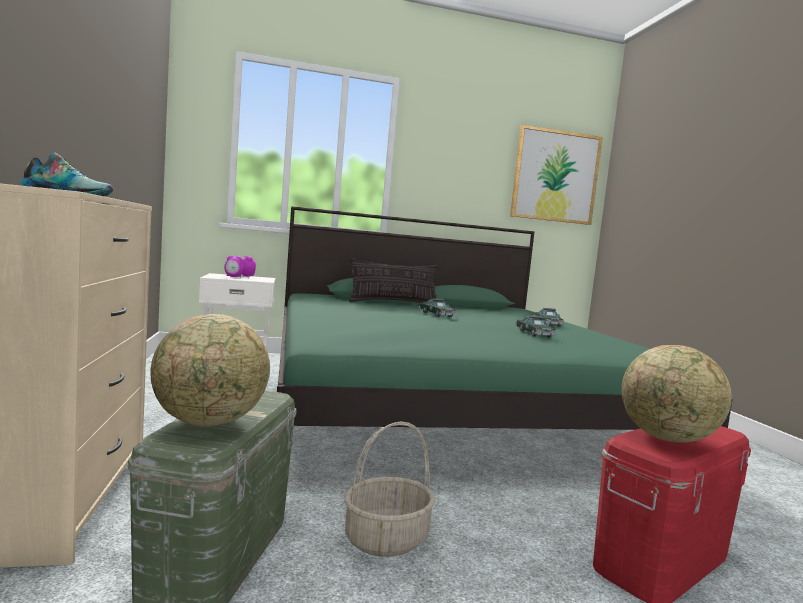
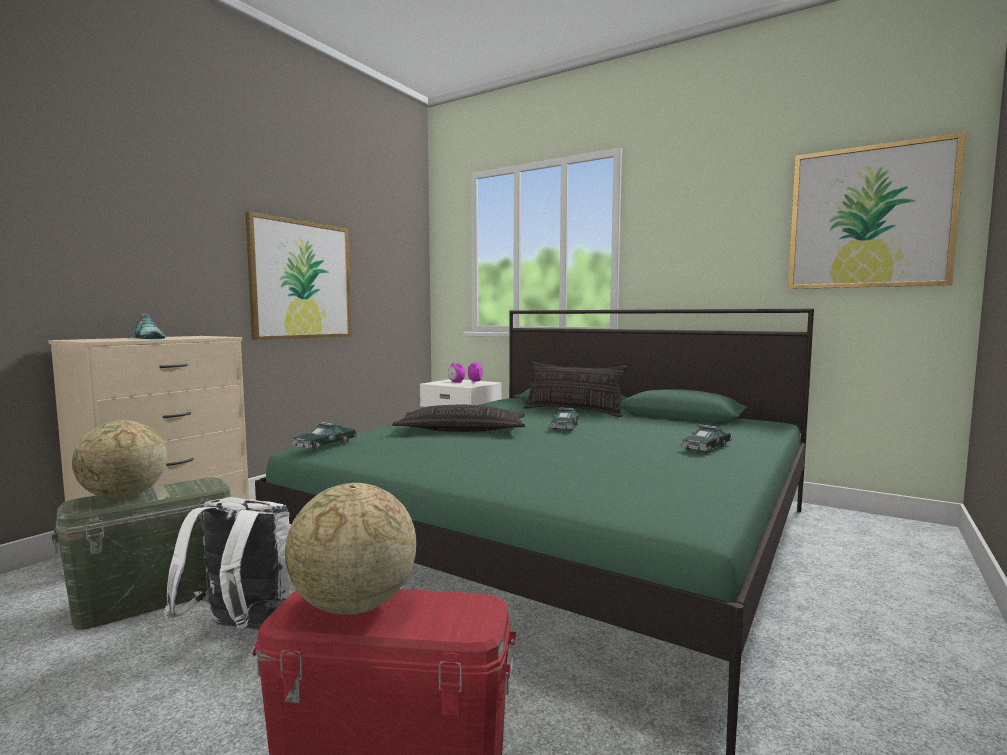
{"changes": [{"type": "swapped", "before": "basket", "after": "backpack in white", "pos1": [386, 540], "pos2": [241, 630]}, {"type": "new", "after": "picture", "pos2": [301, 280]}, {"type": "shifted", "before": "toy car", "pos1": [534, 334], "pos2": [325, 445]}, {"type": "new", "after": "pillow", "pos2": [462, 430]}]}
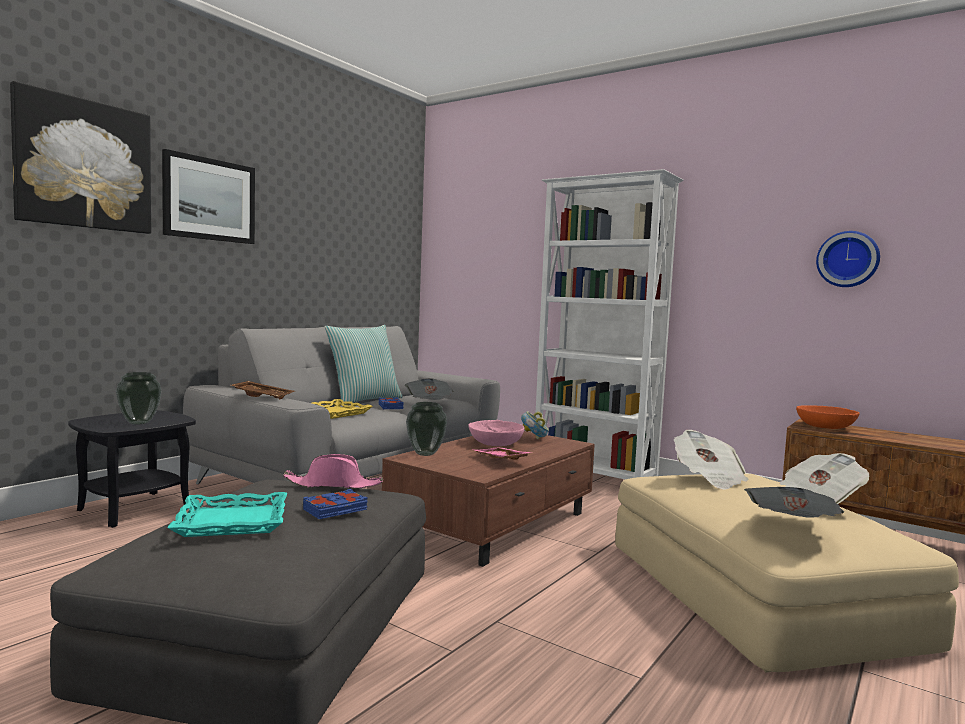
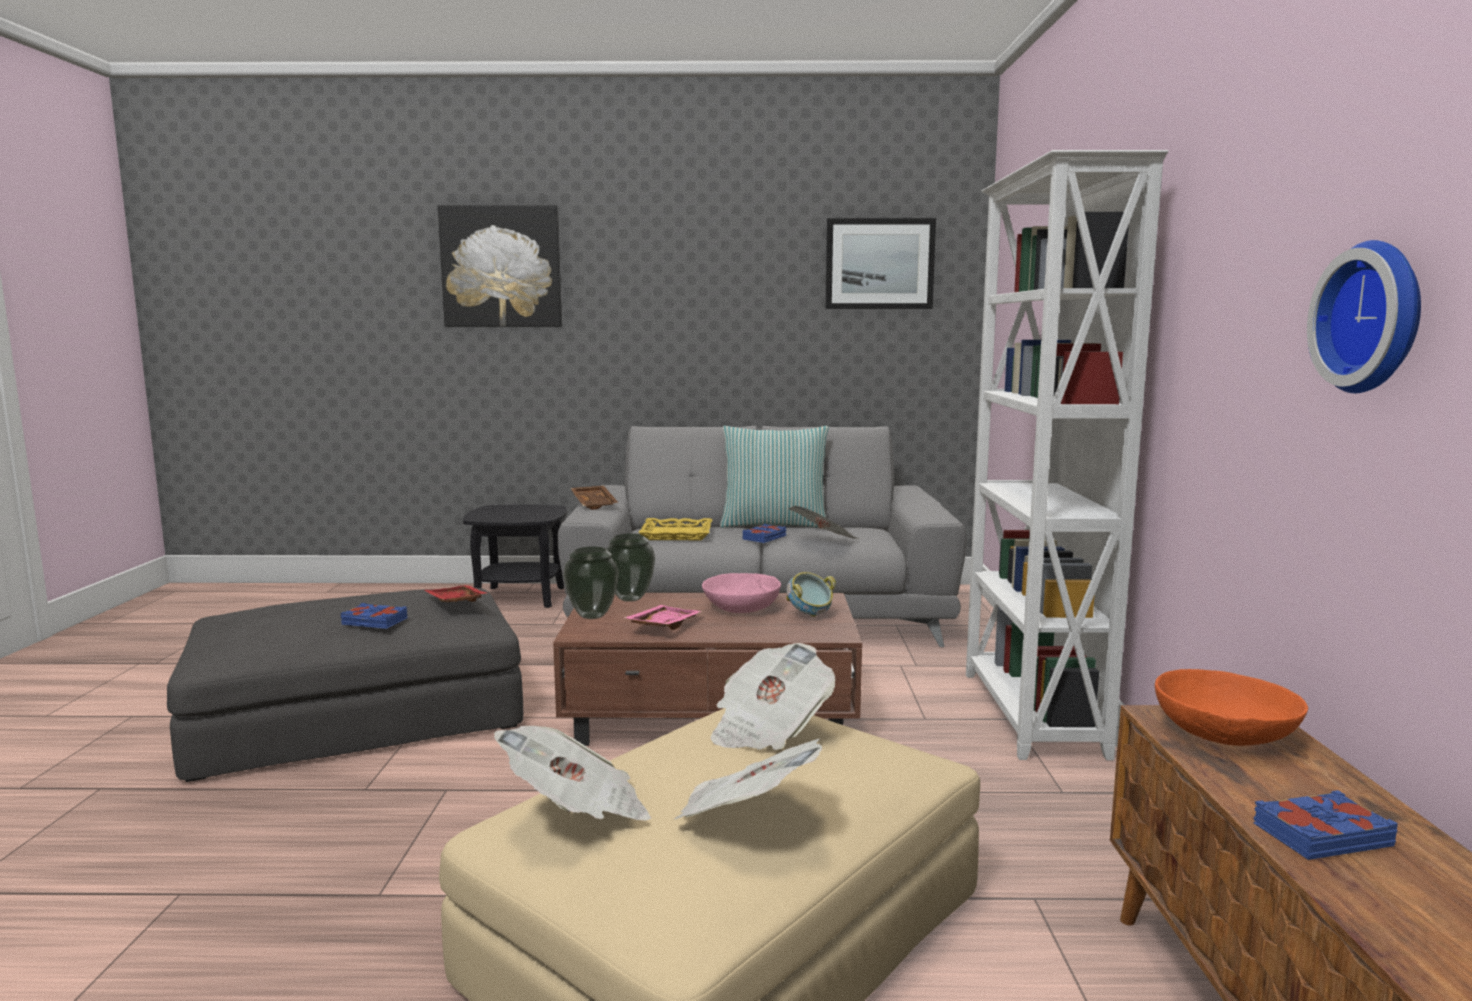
{"changes": [{"type": "swapped", "before": "hat in pink", "after": "tray in red", "pos1": [334, 484], "pos2": [454, 603]}, {"type": "shifted", "before": "vase", "pos1": [140, 423], "pos2": [593, 616]}, {"type": "shifted", "before": "picture", "pos1": [209, 199], "pos2": [879, 264]}, {"type": "new", "after": "book in blue", "pos2": [1320, 834]}, {"type": "gone", "before": "tray in turquoise", "pos1": [232, 522]}]}
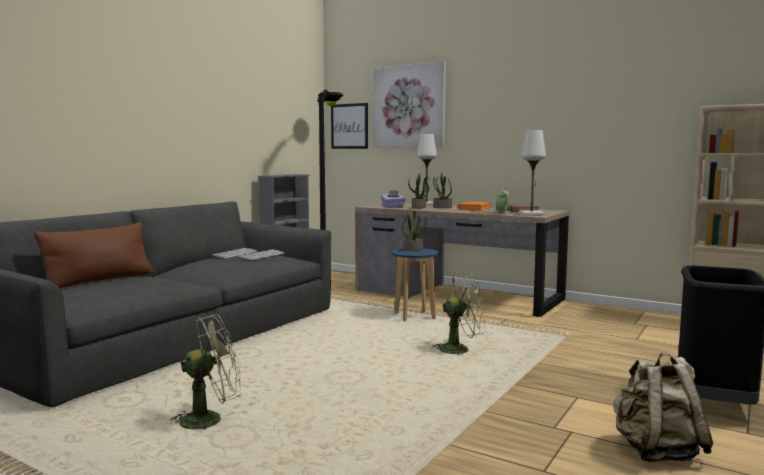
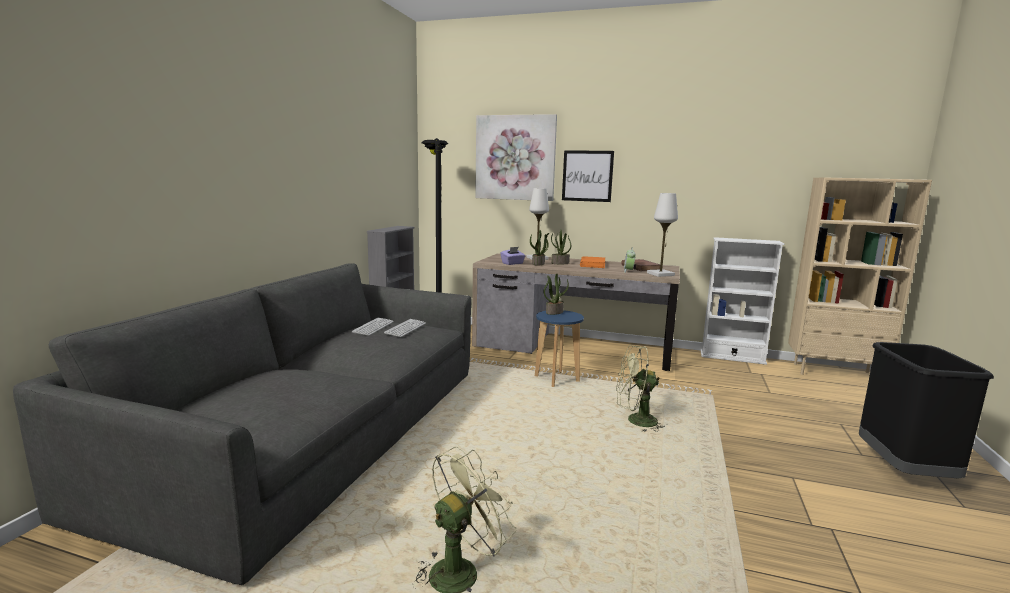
{"changes": [{"type": "shifted", "before": "picture", "pos1": [349, 126], "pos2": [587, 176]}, {"type": "rotated", "before": "fan in green", "pos1": [460, 349], "pos2": [635, 421], "turn": -150}, {"type": "new", "after": "bookcase in white", "pos2": [732, 357]}, {"type": "gone", "before": "pillow in brown", "pos1": [99, 281]}, {"type": "gone", "before": "backpack in beige", "pos1": [657, 452]}]}
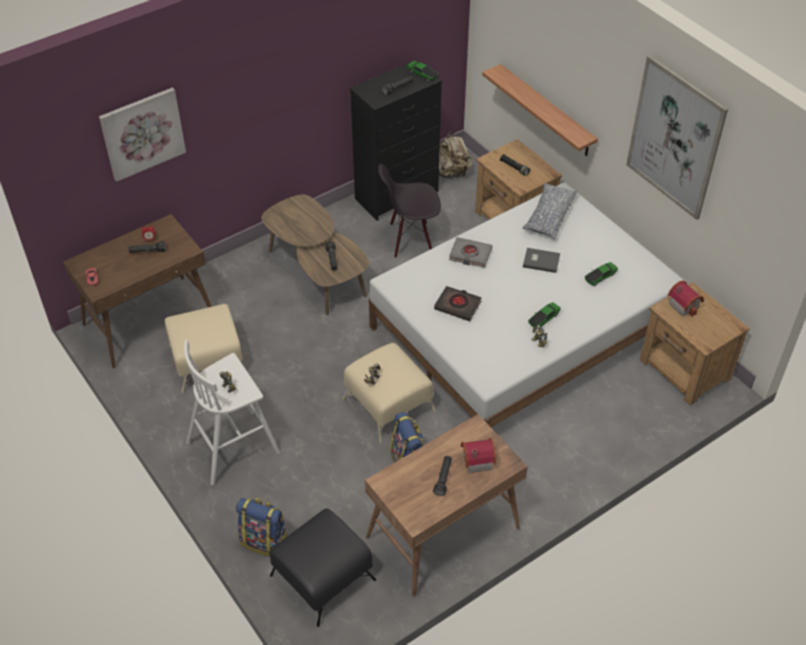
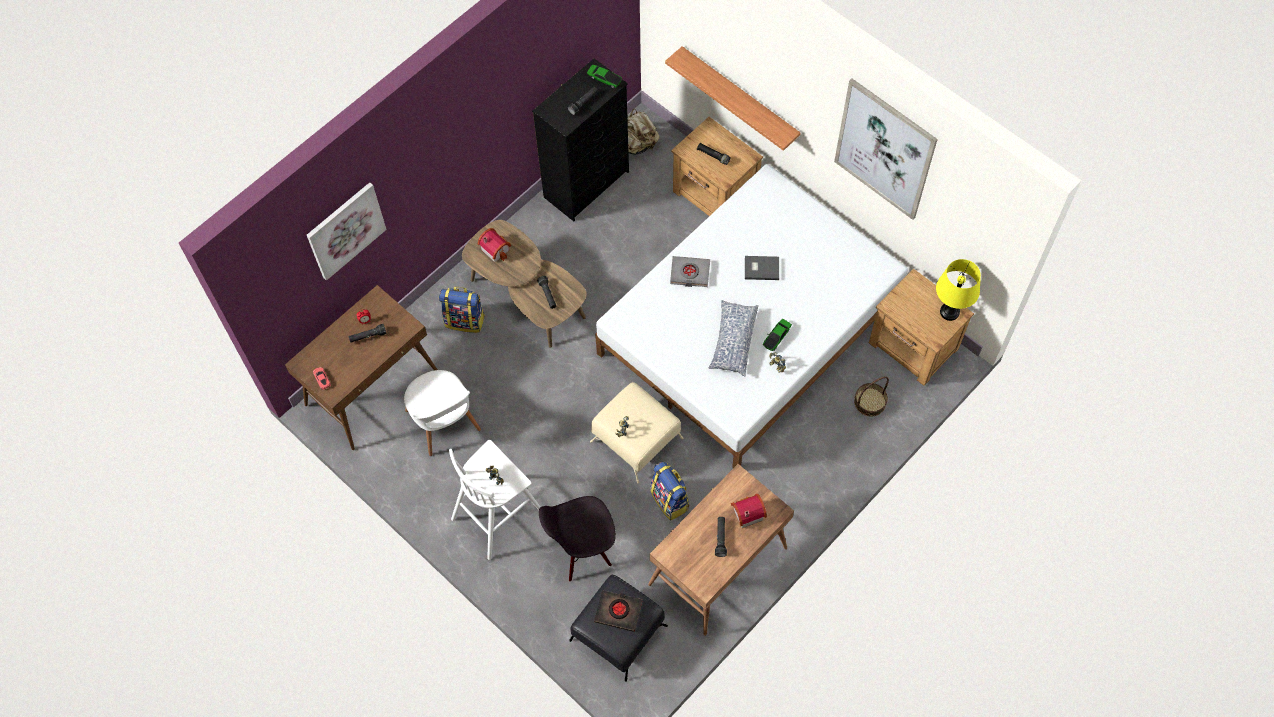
{"changes": [{"type": "swapped", "before": "ottoman in beige", "after": "chair in white", "pos1": [206, 360], "pos2": [444, 423]}, {"type": "shifted", "before": "backpack", "pos1": [265, 541], "pos2": [465, 320]}, {"type": "shifted", "before": "toy house", "pos1": [684, 304], "pos2": [496, 248]}, {"type": "shifted", "before": "chair in black", "pos1": [410, 239], "pos2": [582, 549]}, {"type": "shifted", "before": "book in black", "pos1": [458, 305], "pos2": [618, 611]}, {"type": "shifted", "before": "pillow", "pos1": [549, 216], "pos2": [732, 341]}, {"type": "new", "after": "basket", "pos2": [870, 402]}, {"type": "new", "after": "table lamp in yellow", "pos2": [949, 312]}, {"type": "gone", "before": "toy car", "pos1": [600, 277]}]}
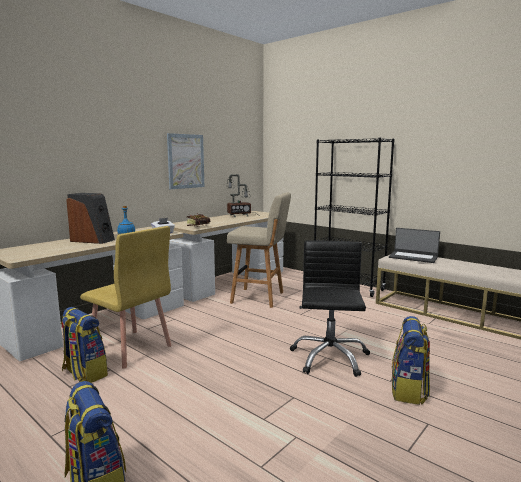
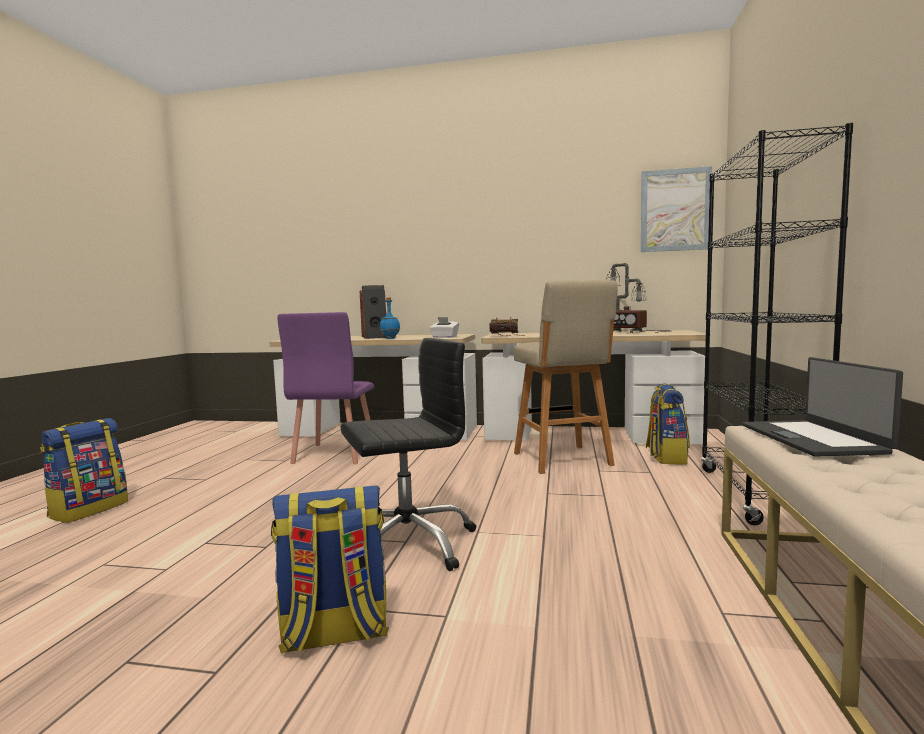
{"changes": [{"type": "repainted", "before": "chair in yellow", "after": "chair in purple", "pos1": [130, 348], "pos2": [334, 454]}, {"type": "shifted", "before": "picture", "pos1": [186, 161], "pos2": [675, 210]}, {"type": "shifted", "before": "backpack", "pos1": [84, 373], "pos2": [666, 457]}]}
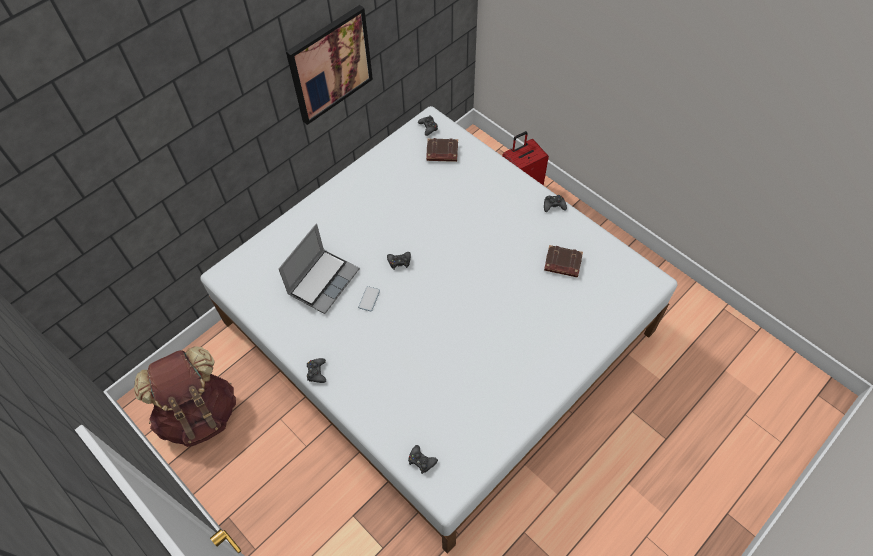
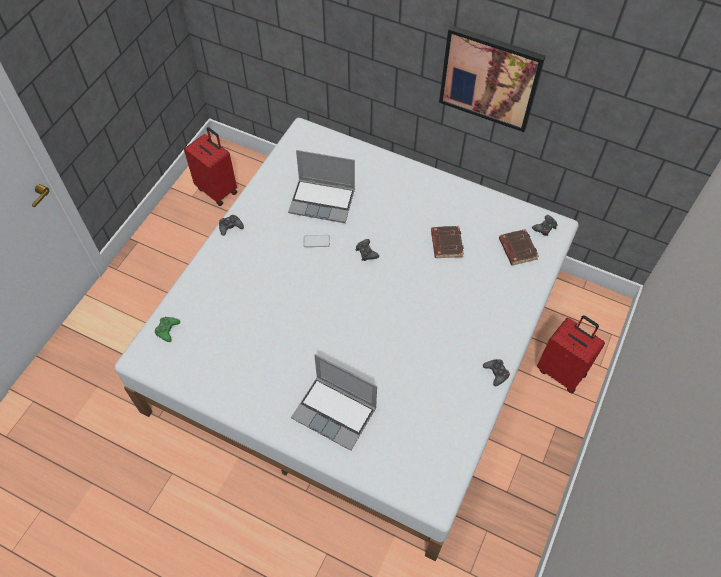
{"changes": [{"type": "repainted", "before": "game controller in black", "after": "game controller in green", "pos1": [421, 461], "pos2": [167, 330]}, {"type": "swapped", "before": "backpack in brown", "after": "suitcase in red", "pos1": [199, 413], "pos2": [217, 190]}, {"type": "new", "after": "laptop", "pos2": [335, 413]}, {"type": "shifted", "before": "book in brown", "pos1": [562, 263], "pos2": [446, 243]}]}
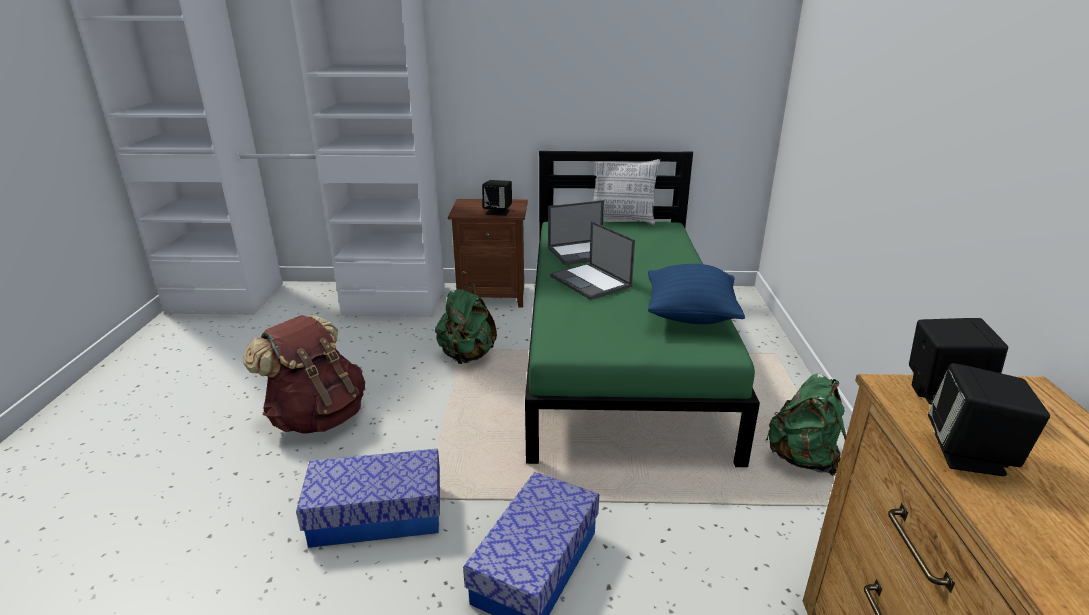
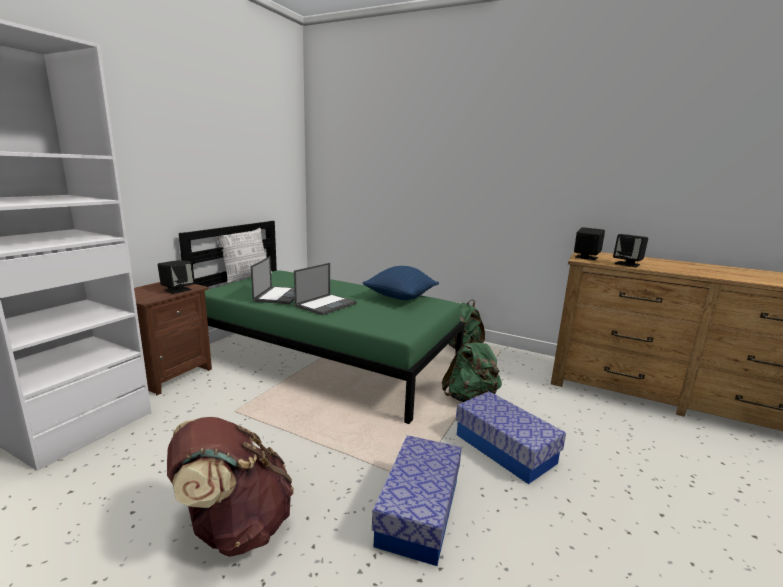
{"changes": [{"type": "rotated", "before": "laptop", "pos1": [591, 282], "pos2": [326, 304], "turn": -45}, {"type": "shifted", "before": "backpack in green", "pos1": [467, 356], "pos2": [470, 398]}]}
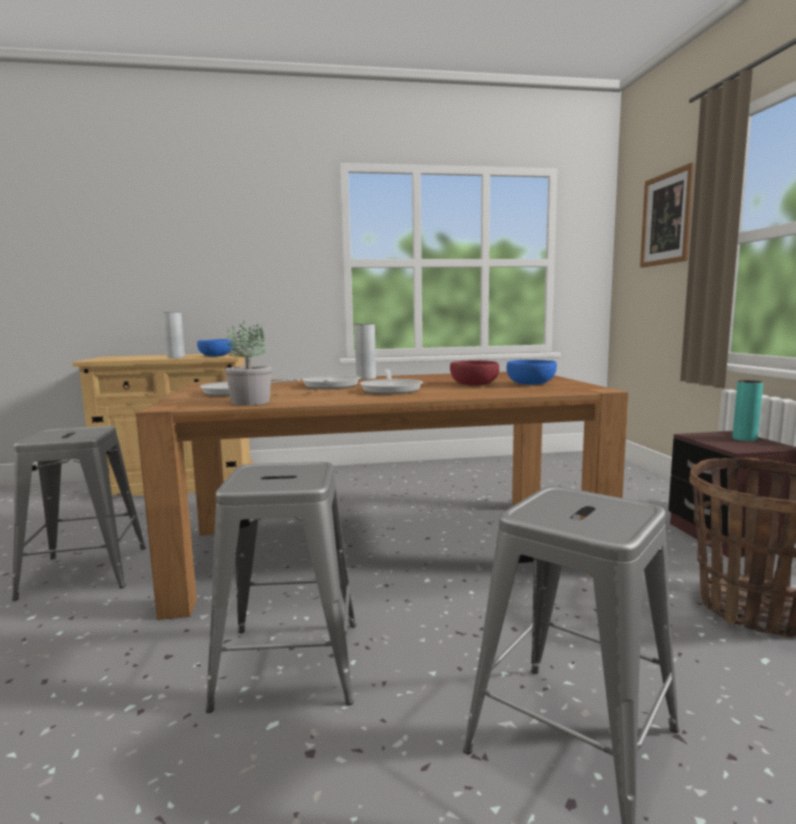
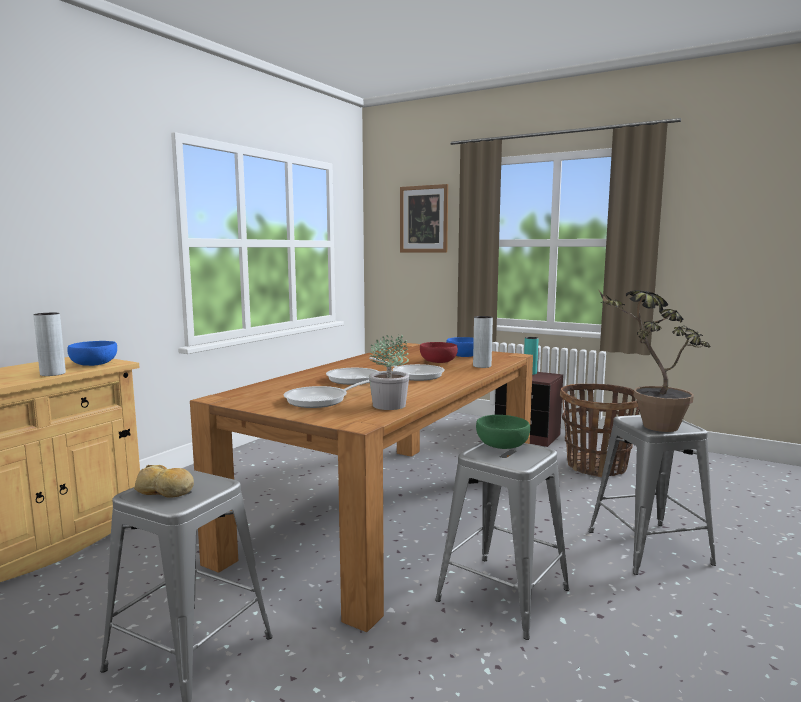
{"changes": [{"type": "new", "after": "bread", "pos2": [165, 491]}, {"type": "shifted", "before": "vase in grey", "pos1": [366, 378], "pos2": [482, 366]}, {"type": "new", "after": "bowl in green", "pos2": [501, 445]}, {"type": "new", "after": "potted plant", "pos2": [647, 424]}]}
